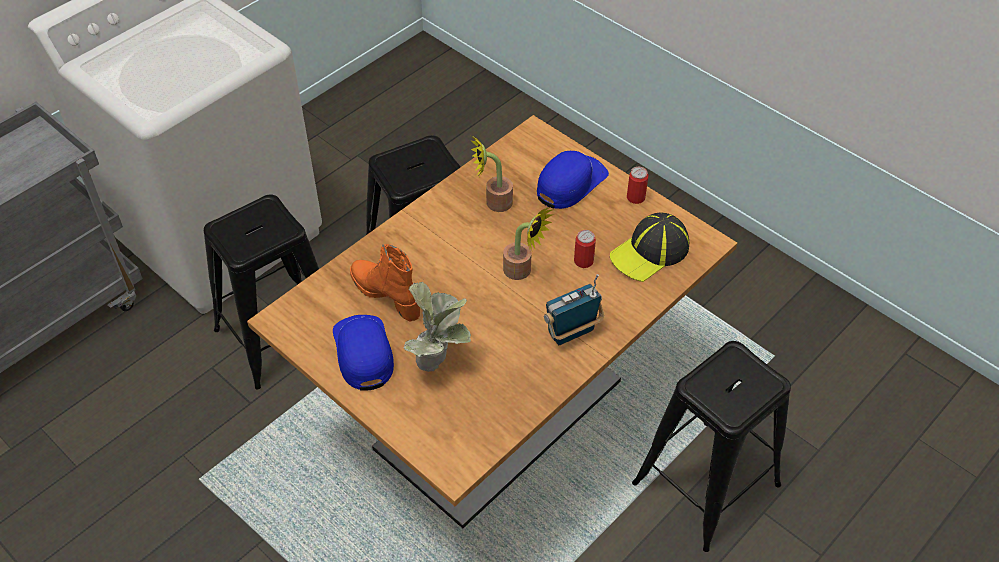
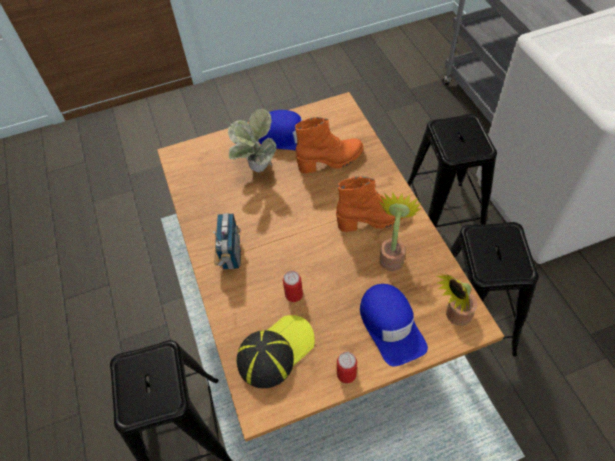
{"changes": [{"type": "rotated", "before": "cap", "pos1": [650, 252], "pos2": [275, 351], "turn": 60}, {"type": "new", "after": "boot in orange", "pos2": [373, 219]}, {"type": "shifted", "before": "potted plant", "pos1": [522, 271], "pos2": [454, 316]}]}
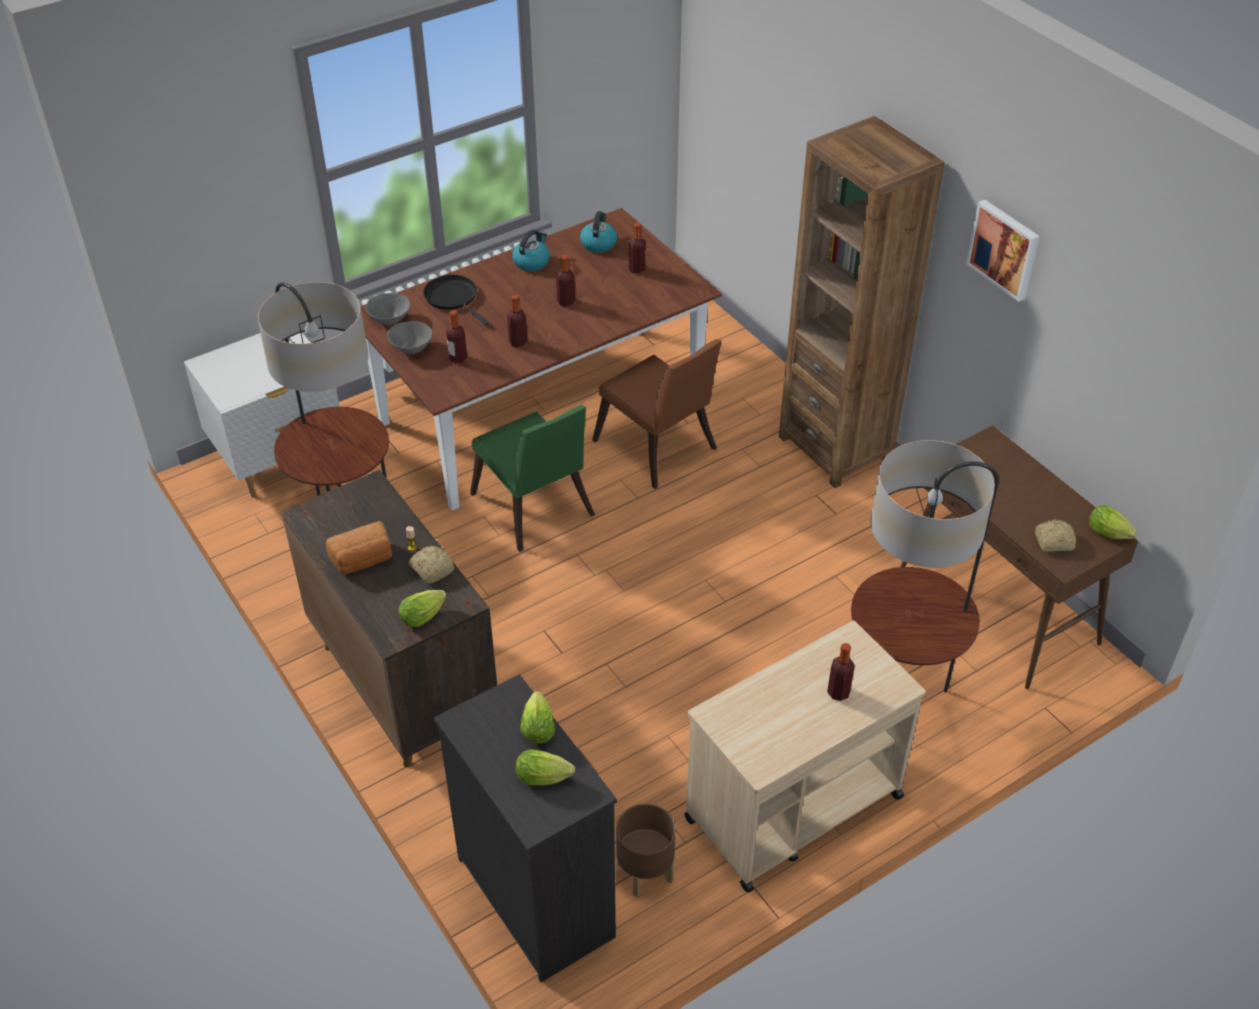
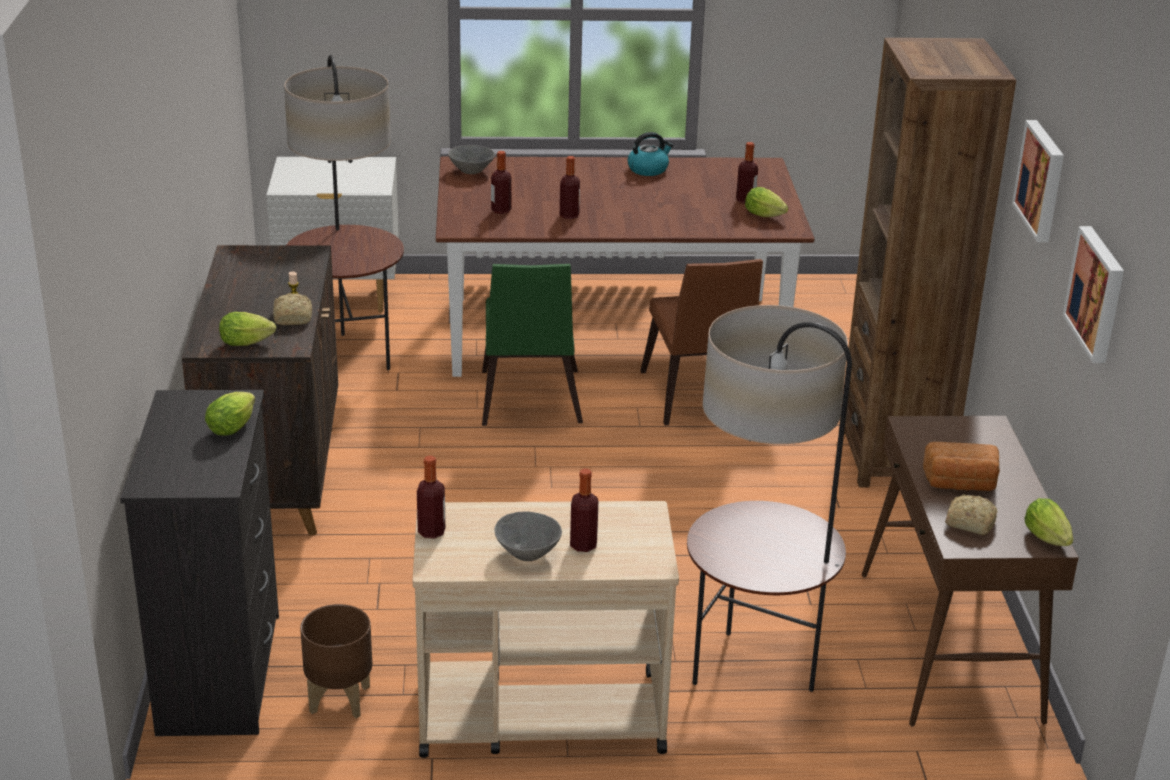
{"changes": [{"type": "shifted", "before": "bottle", "pos1": [566, 302], "pos2": [431, 532]}, {"type": "shifted", "before": "bowl in grey", "pos1": [411, 348], "pos2": [527, 553]}, {"type": "shifted", "before": "lettuce", "pos1": [546, 778], "pos2": [766, 216]}, {"type": "shifted", "before": "bread", "pos1": [363, 560], "pos2": [960, 484]}, {"type": "new", "after": "picture", "pos2": [1098, 293]}, {"type": "gone", "before": "frying pan in black", "pos1": [453, 298]}, {"type": "gone", "before": "kettle", "pos1": [598, 243]}]}
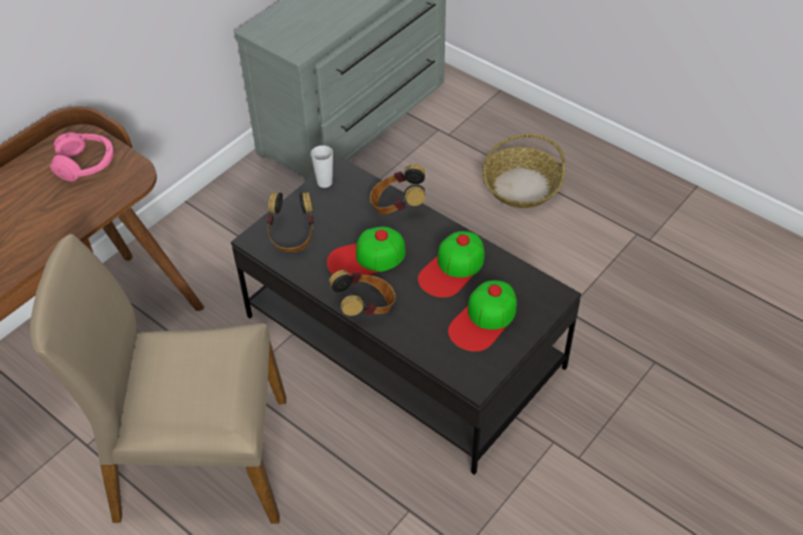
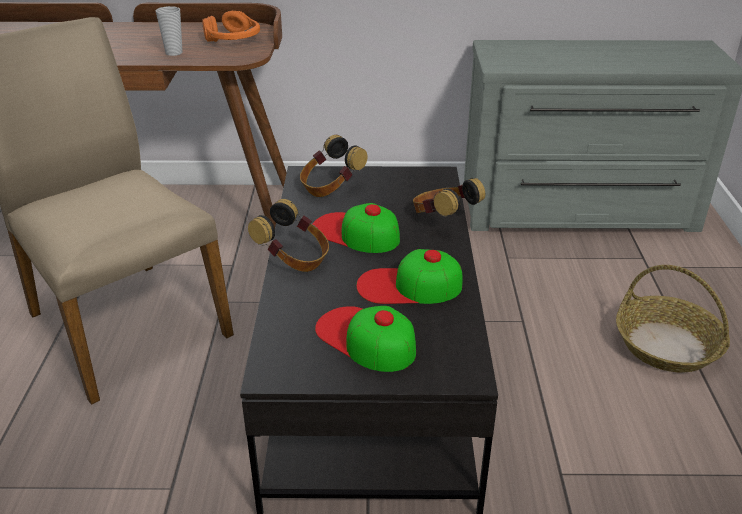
{"changes": [{"type": "shifted", "before": "cup", "pos1": [324, 182], "pos2": [174, 53]}, {"type": "repainted", "before": "headphones in pink", "after": "headphones in orange", "pos1": [86, 164], "pos2": [233, 40]}, {"type": "rotated", "before": "cap", "pos1": [483, 320], "pos2": [365, 338], "turn": 45}]}
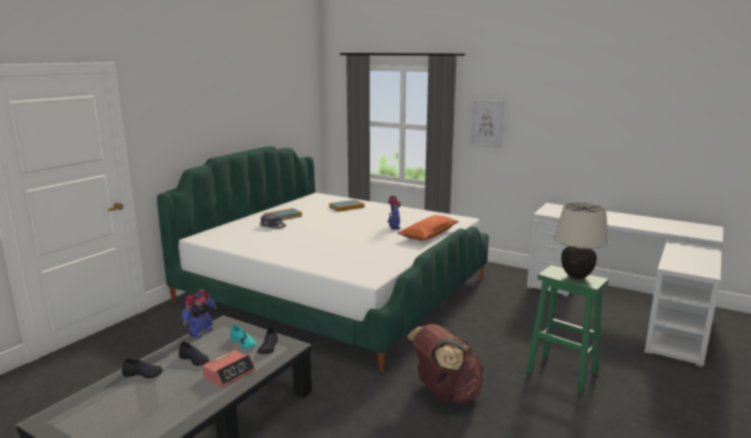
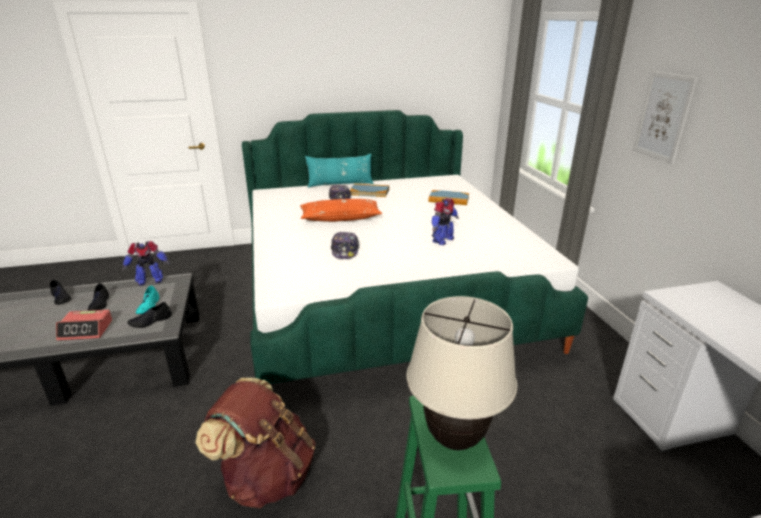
{"changes": [{"type": "shifted", "before": "pillow in orange", "pos1": [428, 234], "pos2": [340, 218]}, {"type": "new", "after": "pillow in turquoise", "pos2": [340, 184]}, {"type": "new", "after": "cap", "pos2": [345, 251]}]}
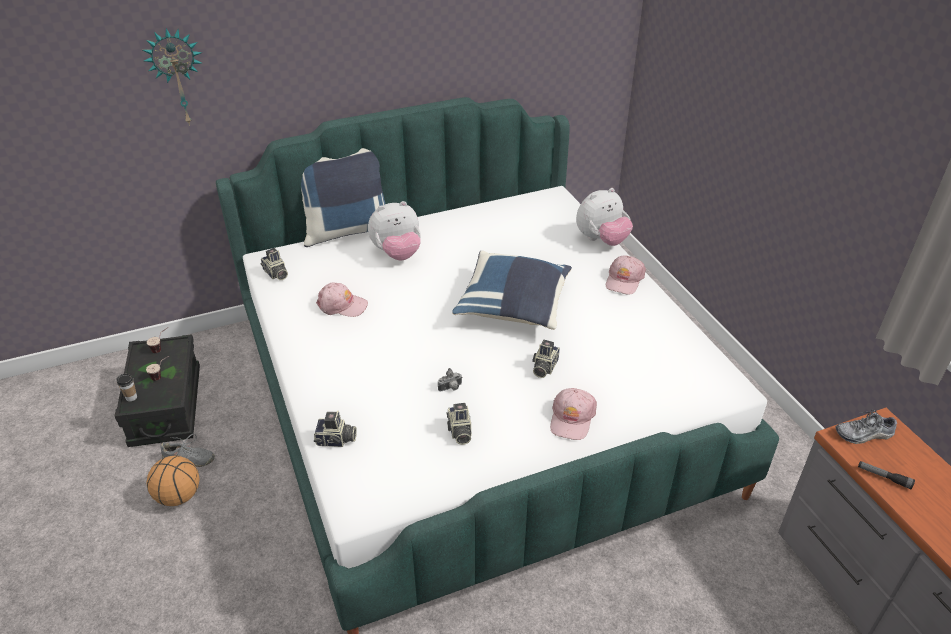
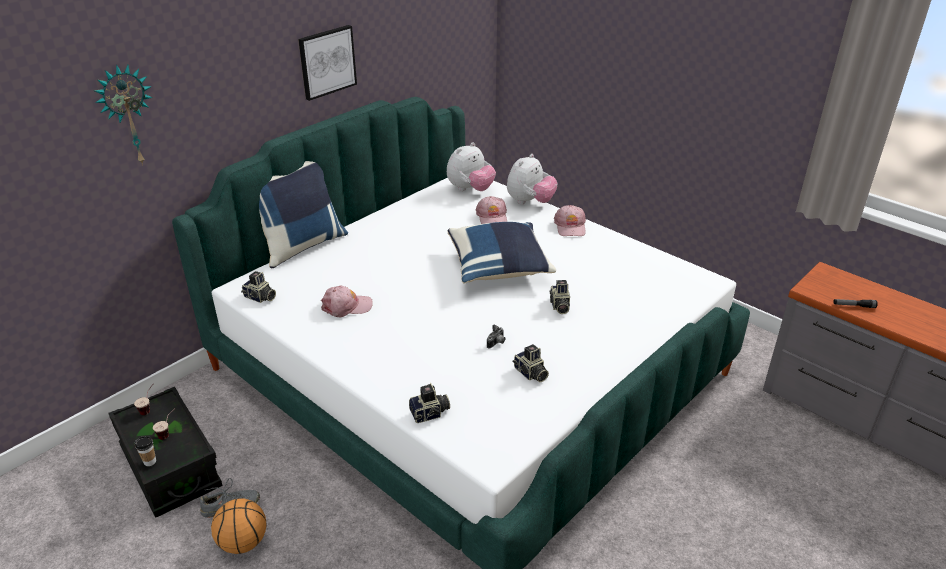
{"changes": [{"type": "new", "after": "picture", "pos2": [327, 62]}, {"type": "shifted", "before": "plush toy", "pos1": [397, 254], "pos2": [470, 189]}, {"type": "shifted", "before": "cap in pink", "pos1": [572, 418], "pos2": [492, 217]}, {"type": "gone", "before": "shoe", "pos1": [864, 434]}]}
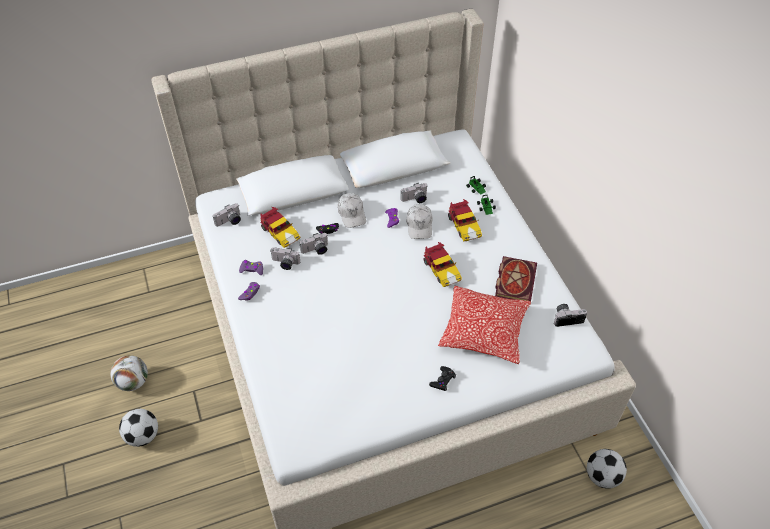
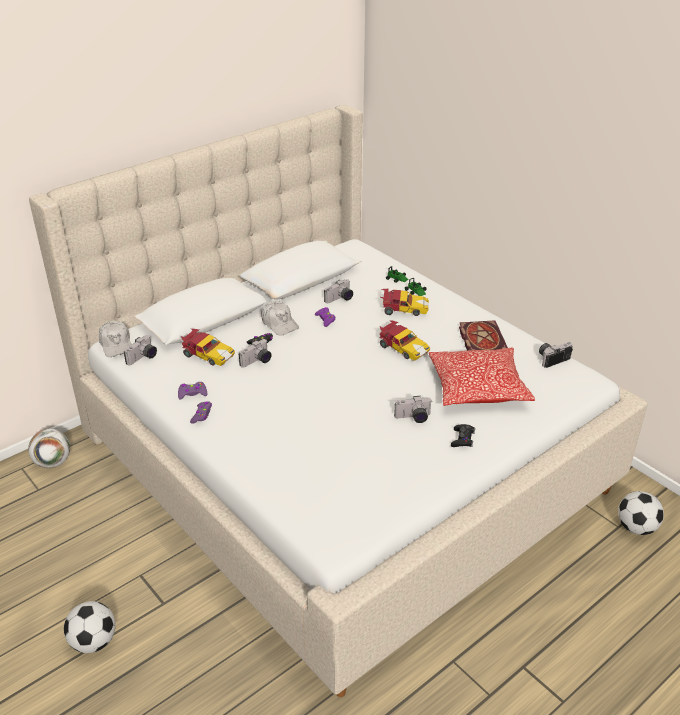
{"changes": [{"type": "shifted", "before": "football", "pos1": [133, 382], "pos2": [53, 462]}, {"type": "shifted", "before": "cap in white", "pos1": [419, 225], "pos2": [116, 344]}, {"type": "rotated", "before": "toy car", "pos1": [464, 226], "pos2": [403, 309], "turn": -45}, {"type": "shifted", "before": "photo camera", "pos1": [285, 263], "pos2": [413, 418]}]}
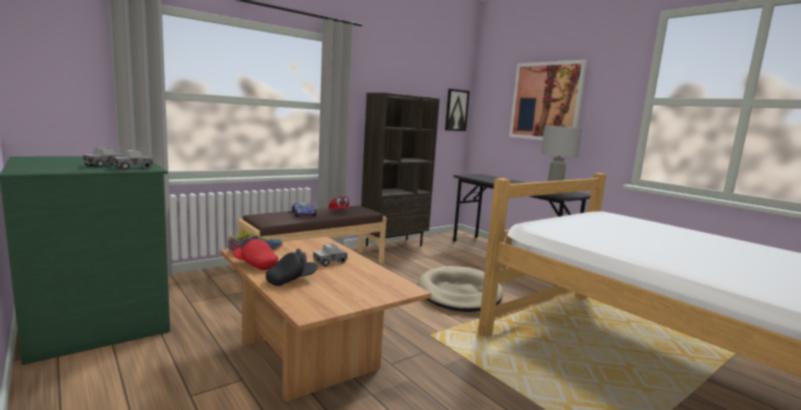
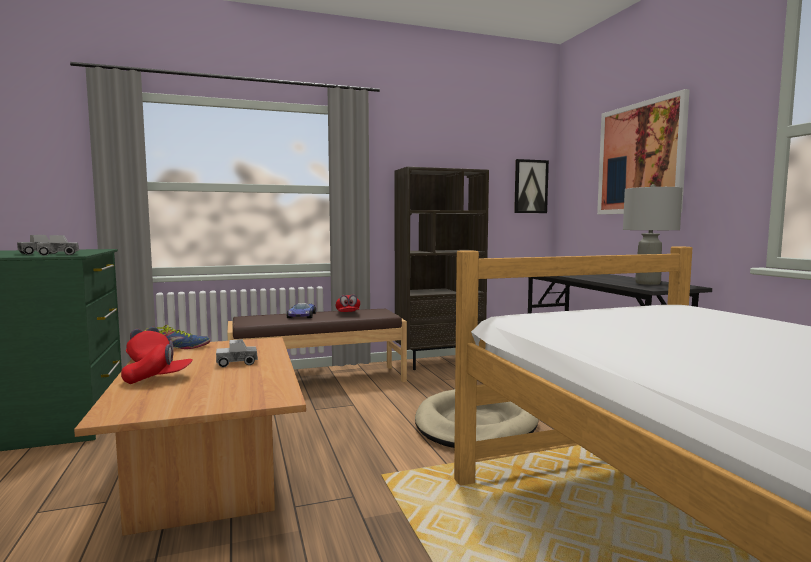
{"changes": [{"type": "repainted", "before": "cap in black", "after": "cap in red", "pos1": [291, 280], "pos2": [158, 379]}]}
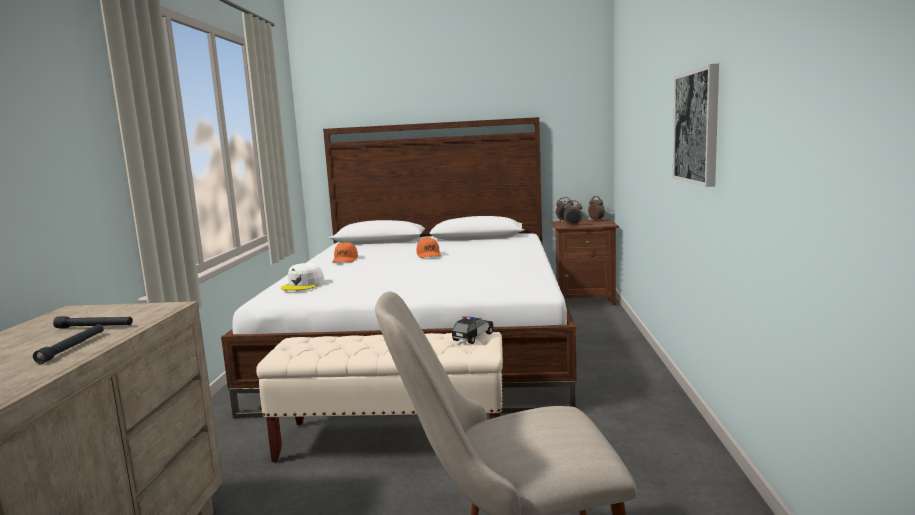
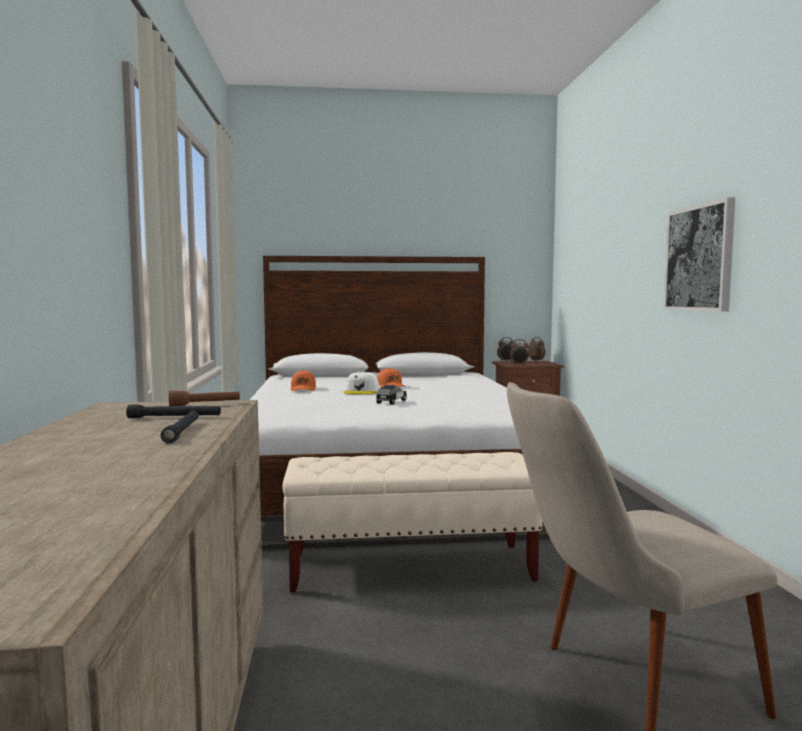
{"changes": [{"type": "new", "after": "flashlight in brown", "pos2": [205, 405]}, {"type": "shifted", "before": "cap in white", "pos1": [303, 285], "pos2": [361, 391]}, {"type": "shifted", "before": "toy car", "pos1": [473, 337], "pos2": [391, 402]}]}
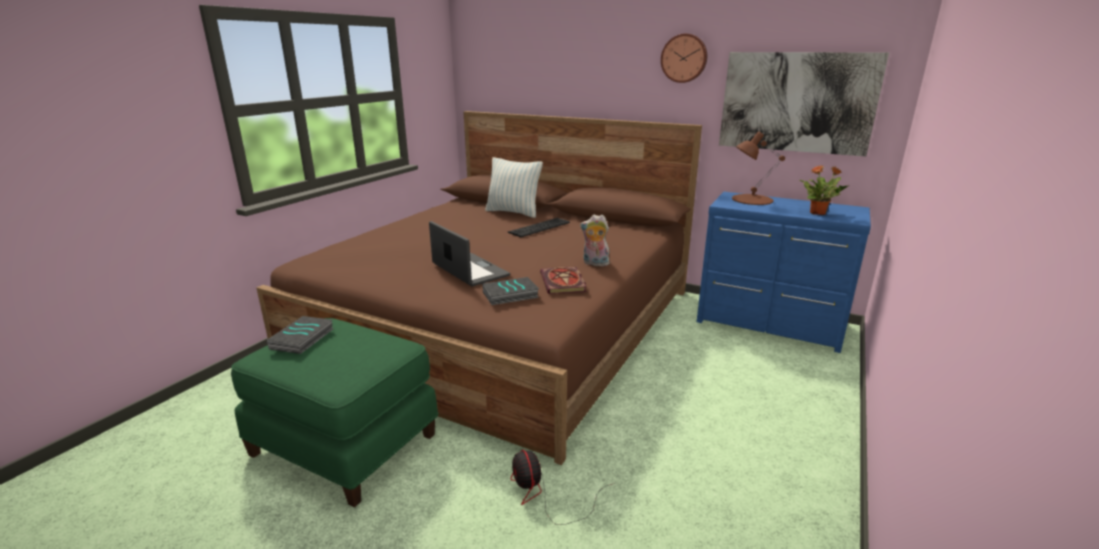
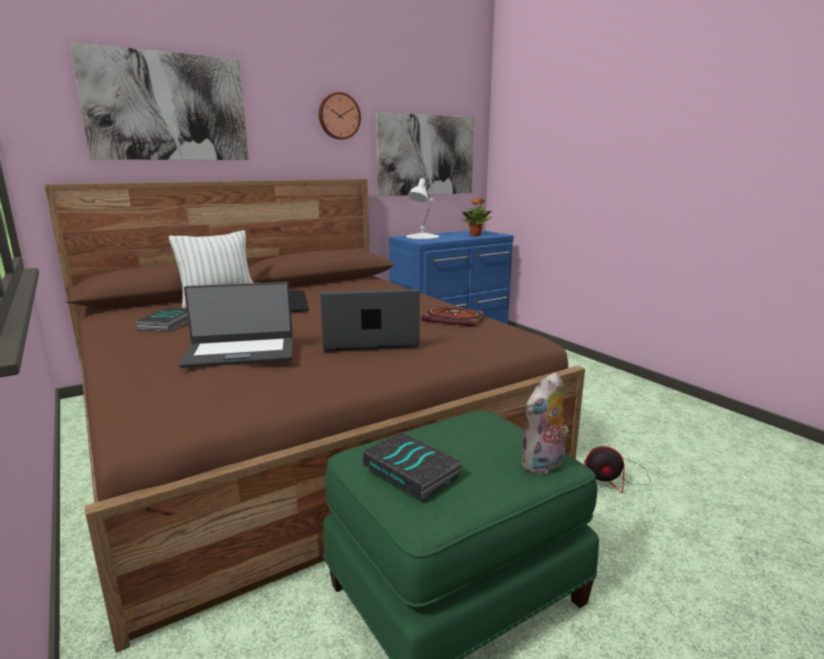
{"changes": [{"type": "new", "after": "picture", "pos2": [167, 107]}, {"type": "shifted", "before": "book", "pos1": [510, 295], "pos2": [168, 324]}, {"type": "new", "after": "laptop", "pos2": [240, 352]}, {"type": "repainted", "before": "table lamp in brown", "after": "table lamp in white", "pos1": [751, 199], "pos2": [422, 237]}, {"type": "shifted", "before": "plush toy", "pos1": [594, 263], "pos2": [543, 466]}]}
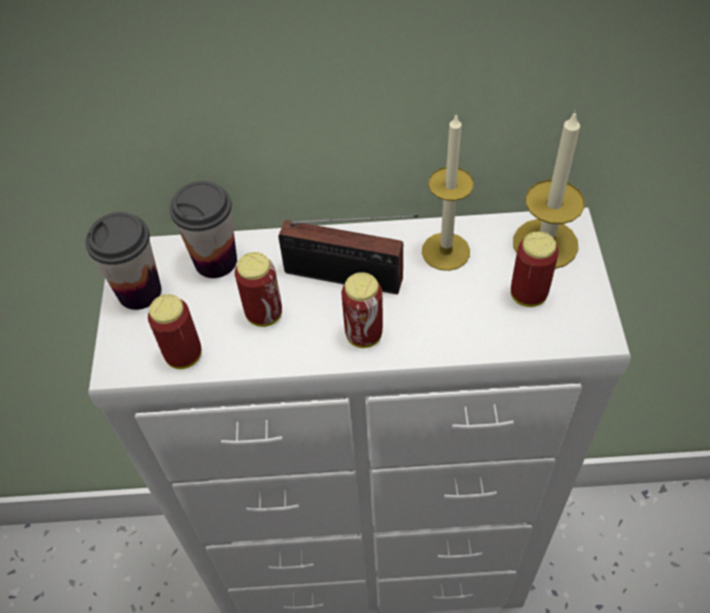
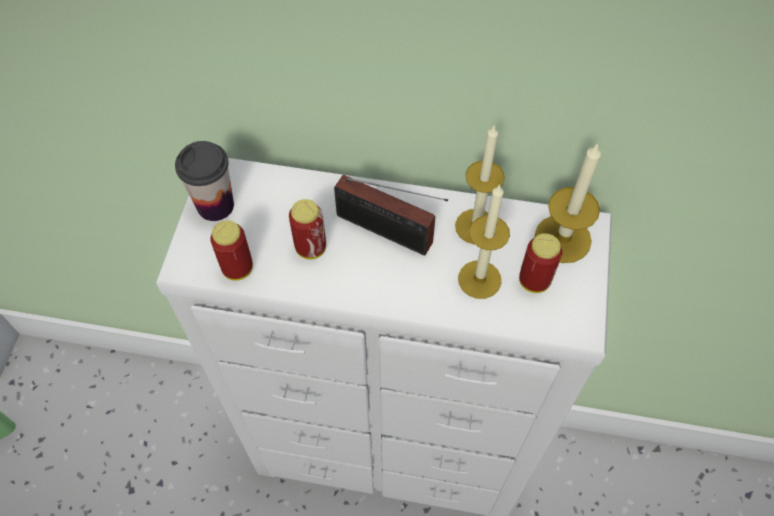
{"changes": [{"type": "new", "after": "candle", "pos2": [479, 279]}, {"type": "gone", "before": "cup", "pos1": [215, 261]}, {"type": "gone", "before": "can", "pos1": [364, 334]}]}
